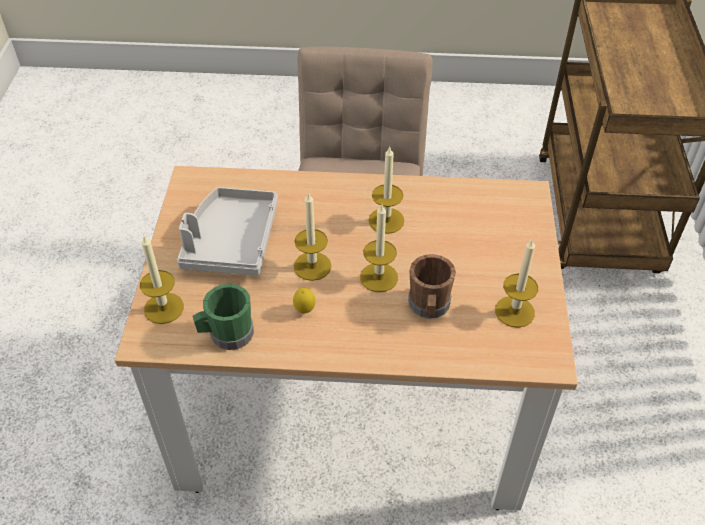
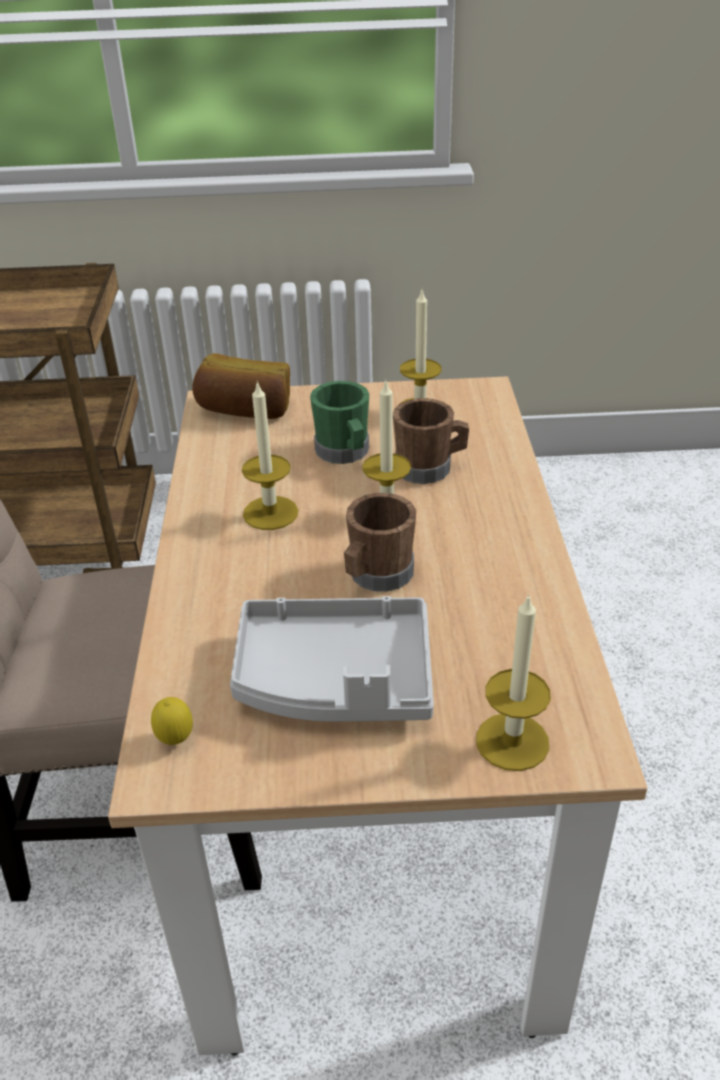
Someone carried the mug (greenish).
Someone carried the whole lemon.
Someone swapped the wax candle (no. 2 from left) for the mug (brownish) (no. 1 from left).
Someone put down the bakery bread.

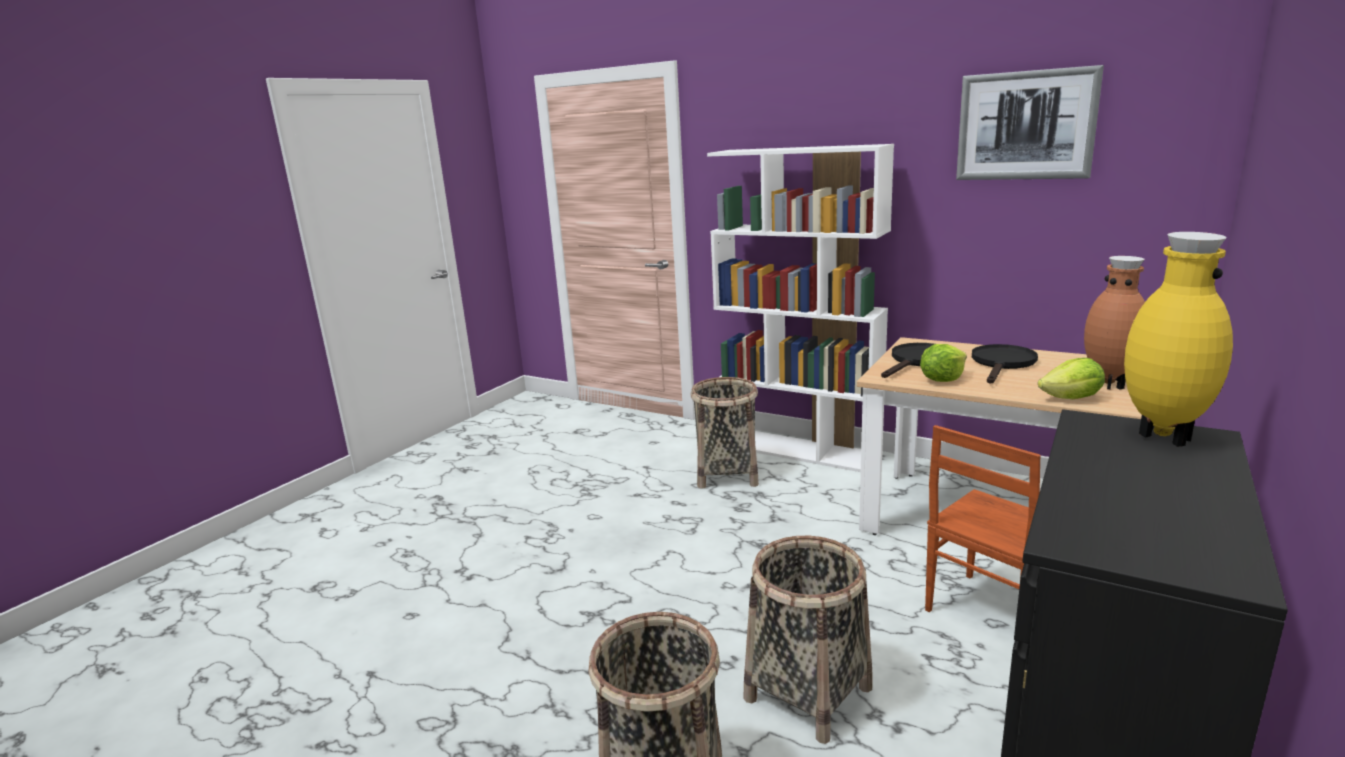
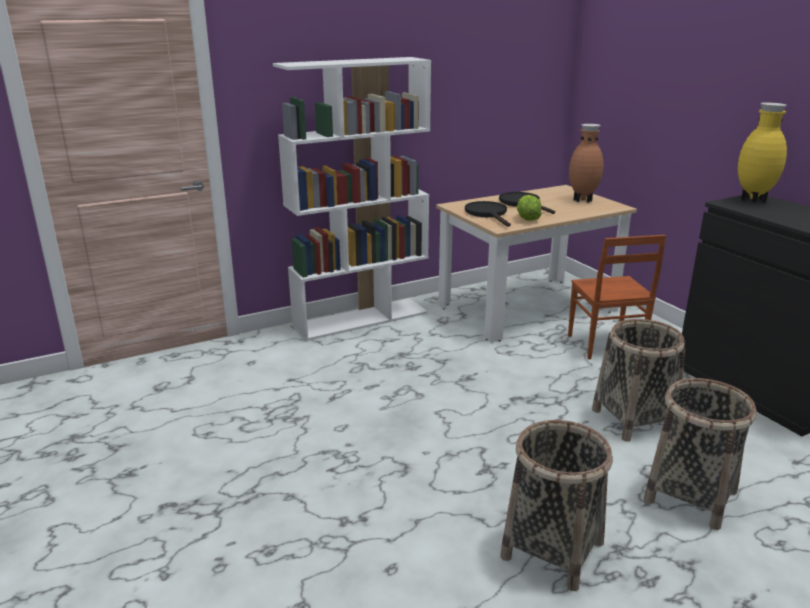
Someone carried the storage basket (no. 2 from left in the first image).
Someone took away the wall picture.
Someone took away the lettuce head (no. 2 from left).

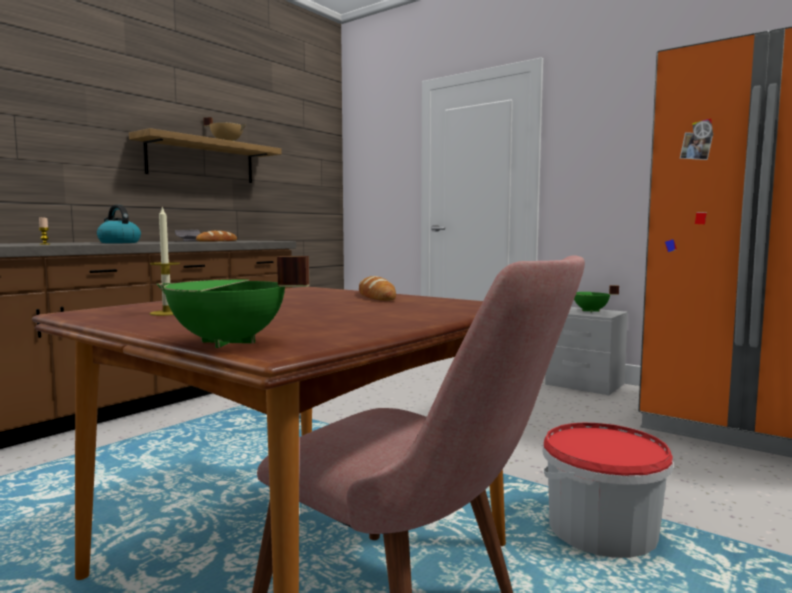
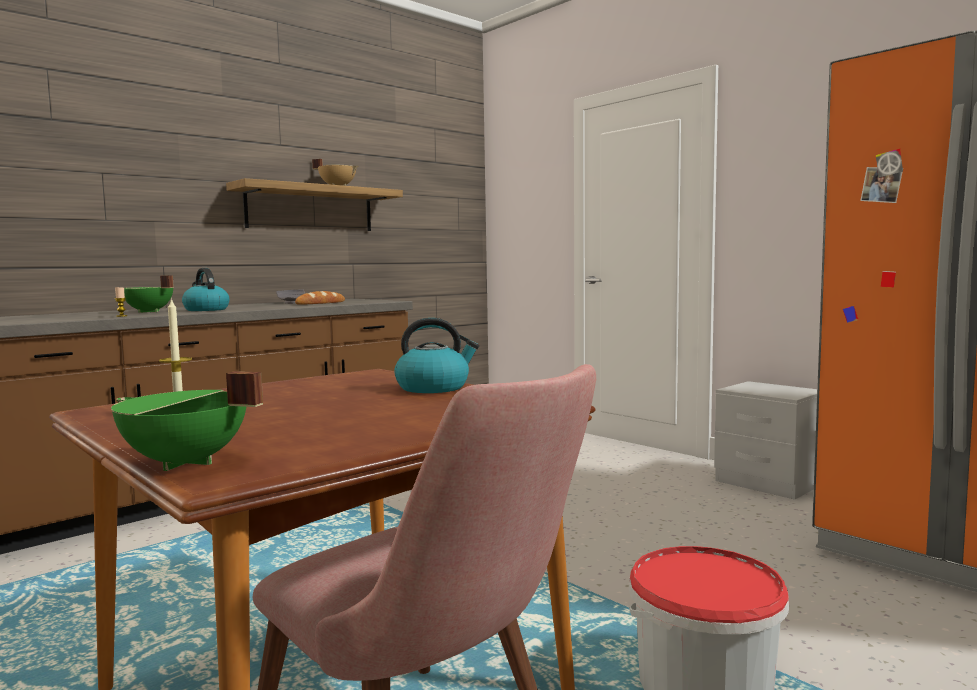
Someone swapped the bakery bread (no. 2 from left) for the water kettle (no. 2 from left).
Someone carried the stockpot (greenish) (no. 2 from left in the first image).

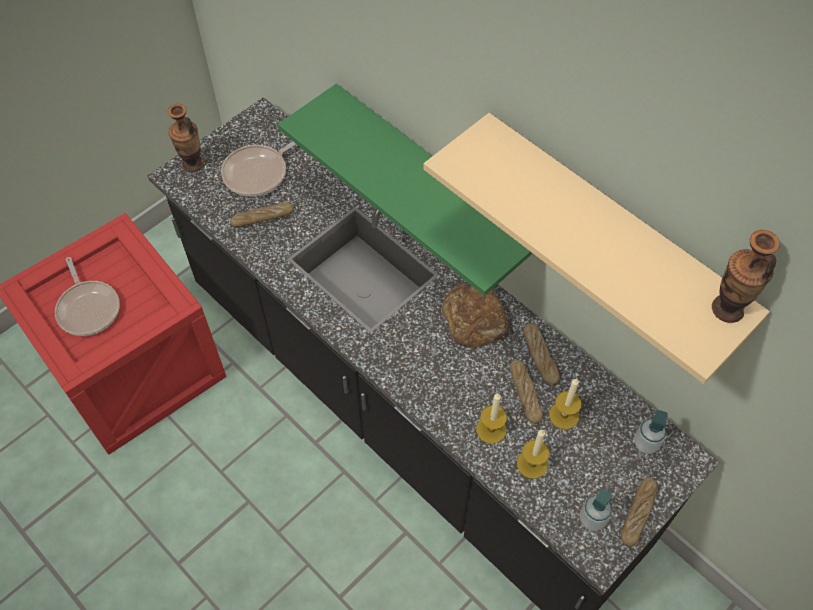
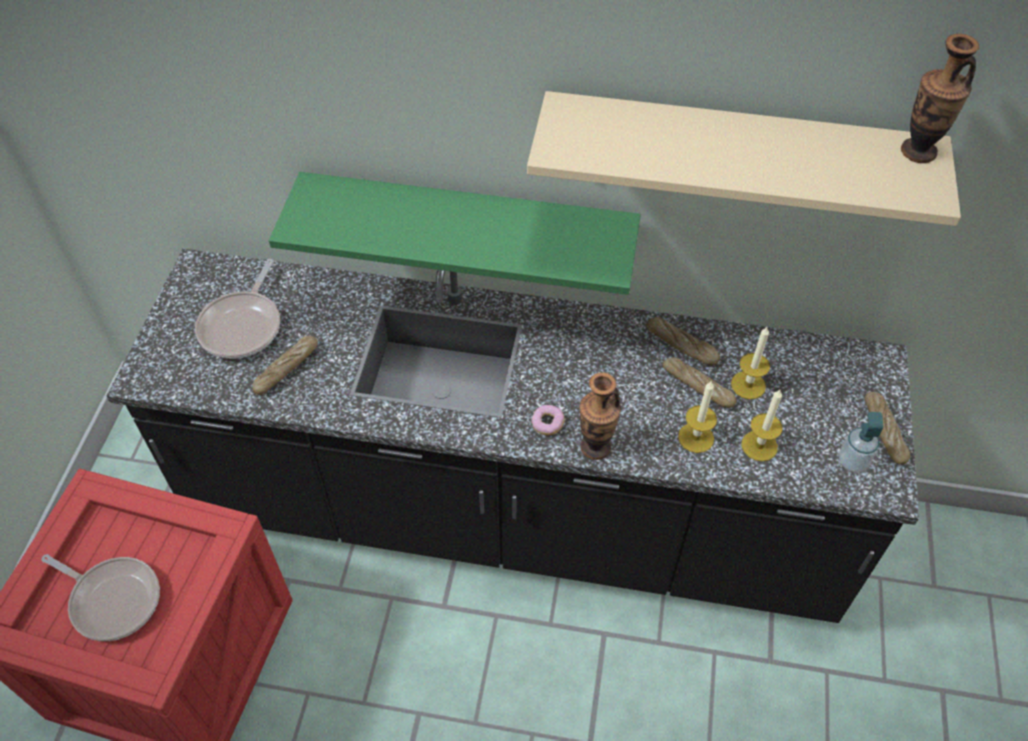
Someone carried the flower vase (no. 1 from left).
Someone took away the bakery bread (no. 2 from left).
Someone took away the liquid soap bottle (no. 2 from left).
Someone put down the ring doughnut.

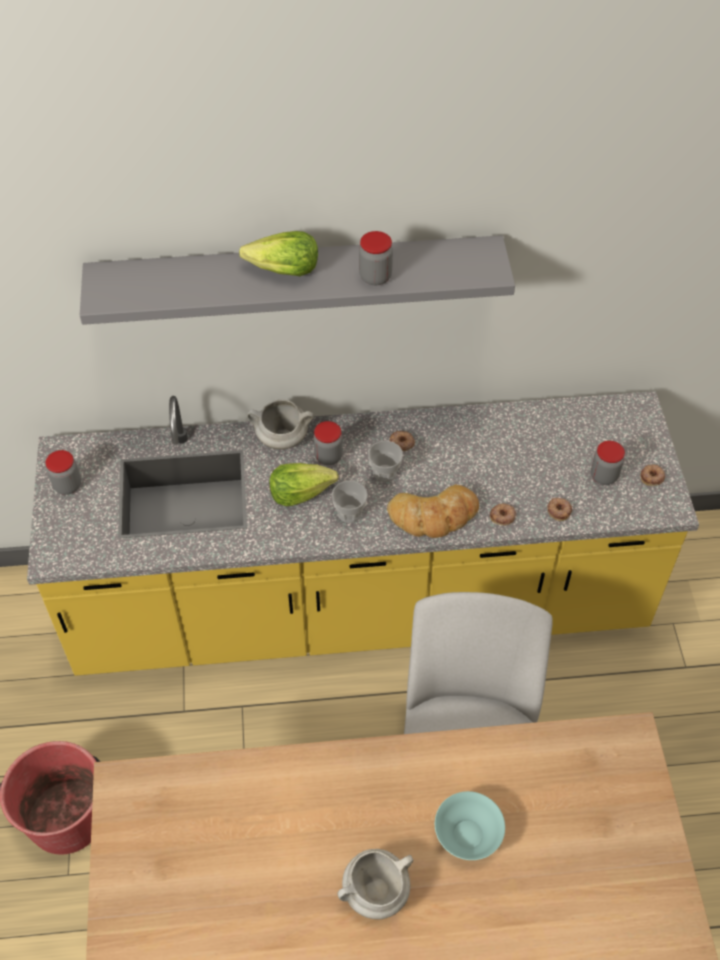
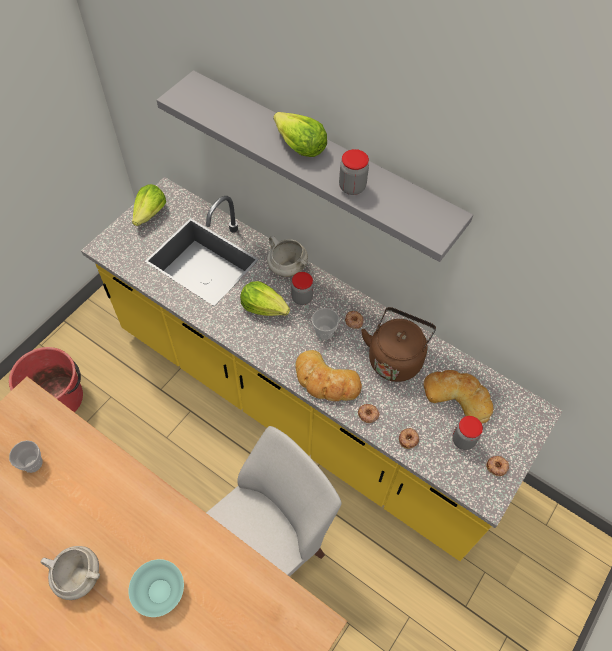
Someone swapped the storage jar (no. 1 from left) for the lettuce head (no. 1 from left).
Someone carried the cup (no. 1 from left).
Someone put down the water kettle (brownish).
Someone put down the bakery bread (no. 2 from left).

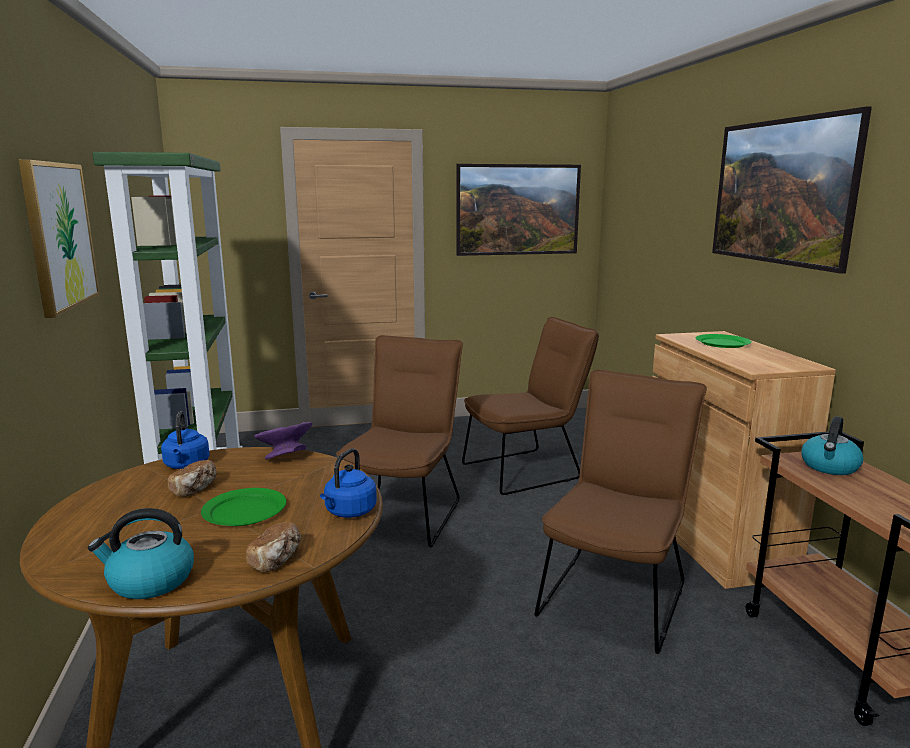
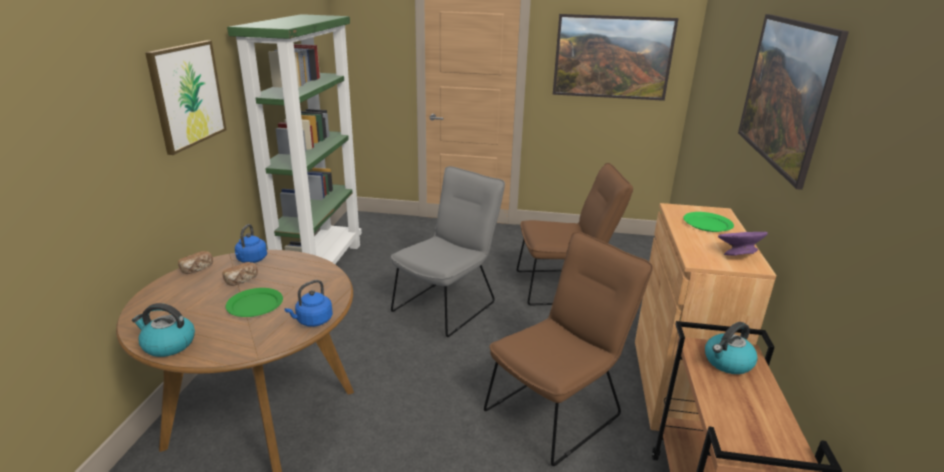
Someone carried the bakery bread (no. 2 from left in the first image).
Someone carried the serving bowl (purple-coloured).
Someone repainted the plain chair (brownish) (no. 1 from left), which became the plain chair (greyish).

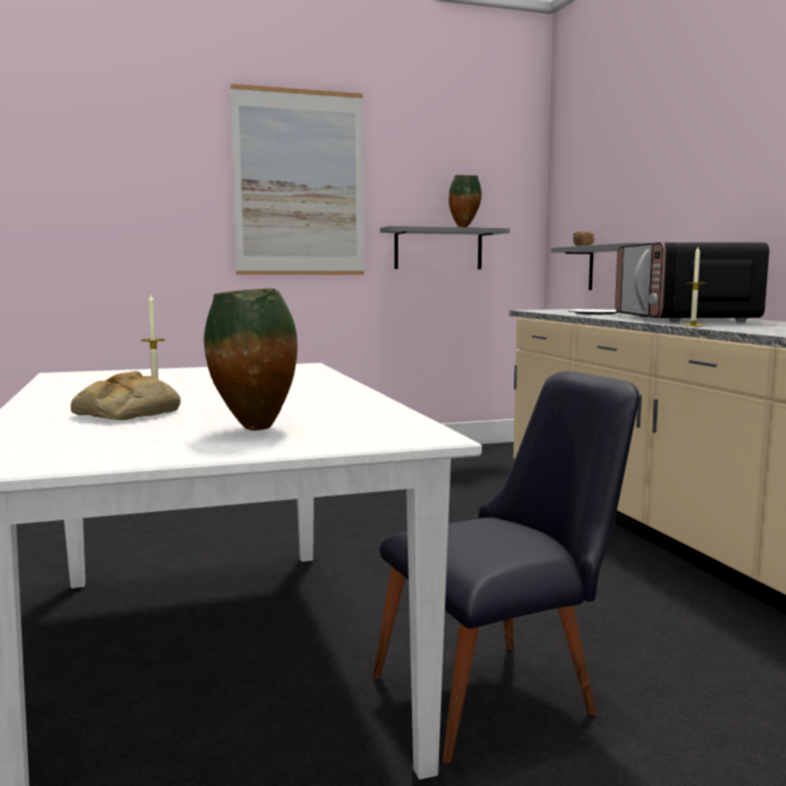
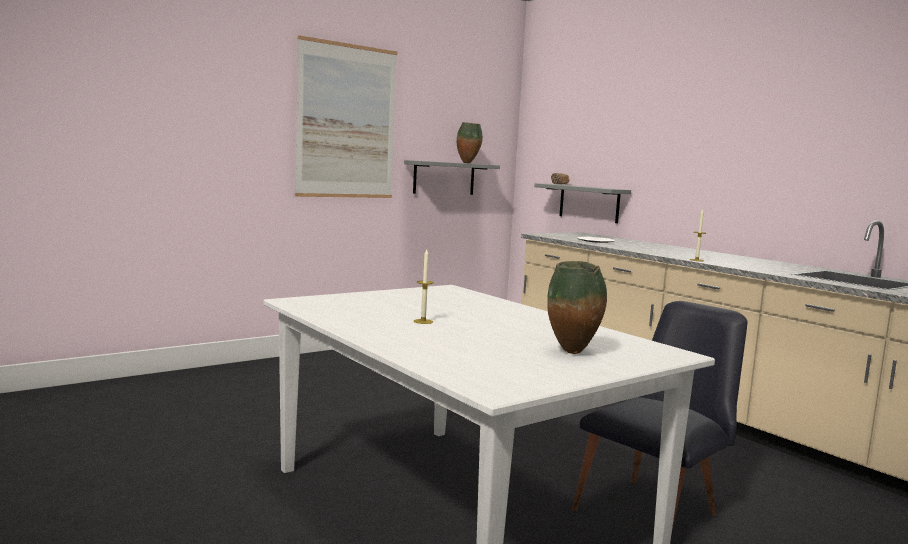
Someone took away the bakery bread (no. 1 from left).
Someone took away the microwave.

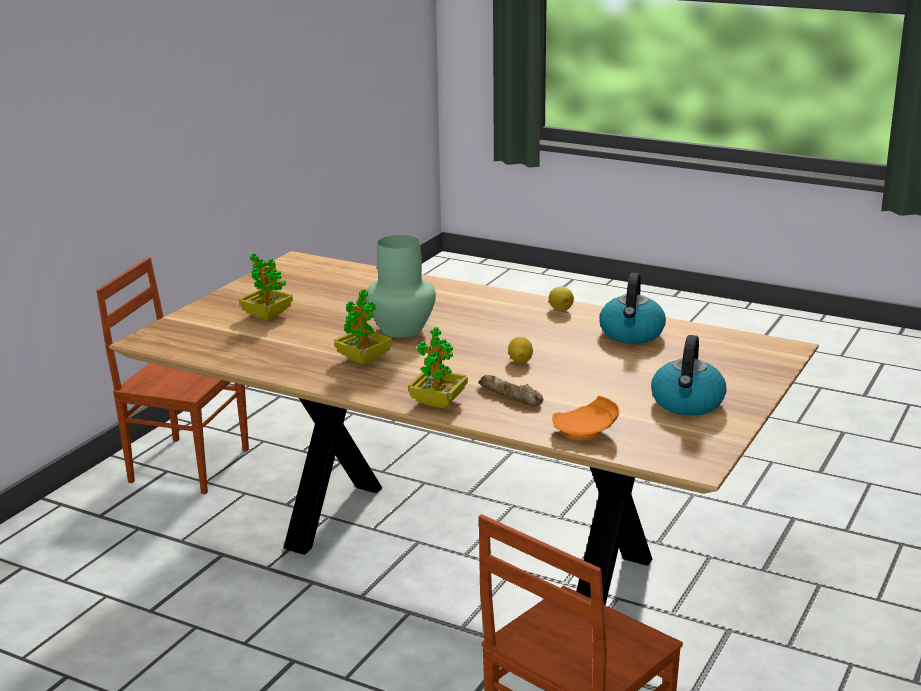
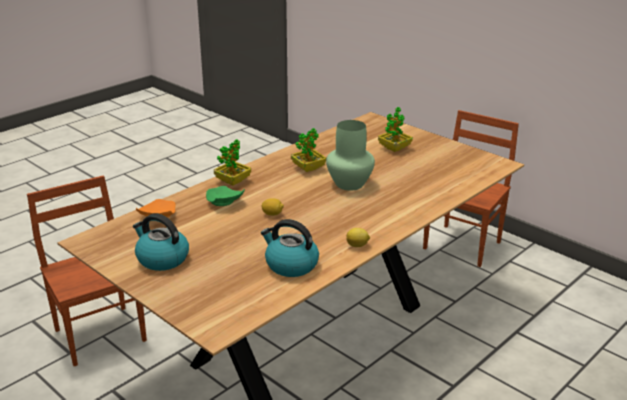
Someone swapped the bakery bread for the flat dish (greenish).

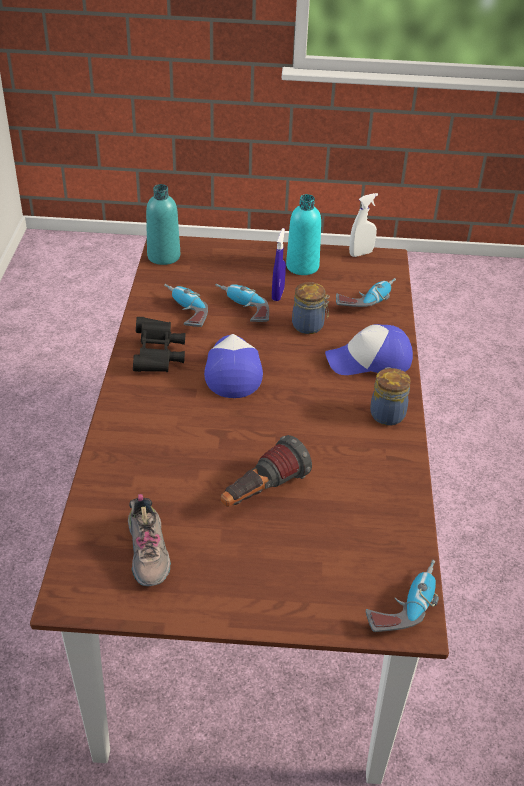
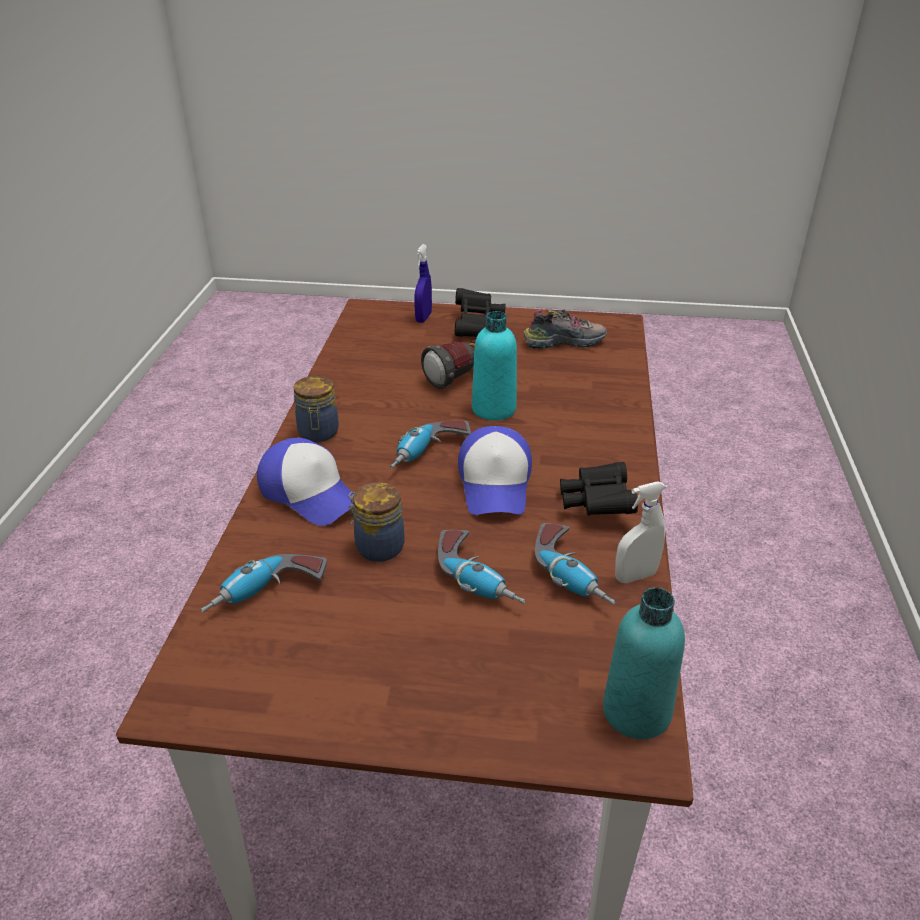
Someone rotated the item of footwear by 90 degrees clockwise.
Someone carried the sprayer (blue).
Someone carried the beverage bottle (turquoise-coloured) (no. 2 from left in the first image).
Someone rotated the peaked cap (no. 2 from left in the first image) by 45 degrees clockwise.
Someone carried the sprayer (whitish).
Someone carried the drill (no. 4 from left in the first image).
Someone put down the binoculars (black) (no. 1 from left).

